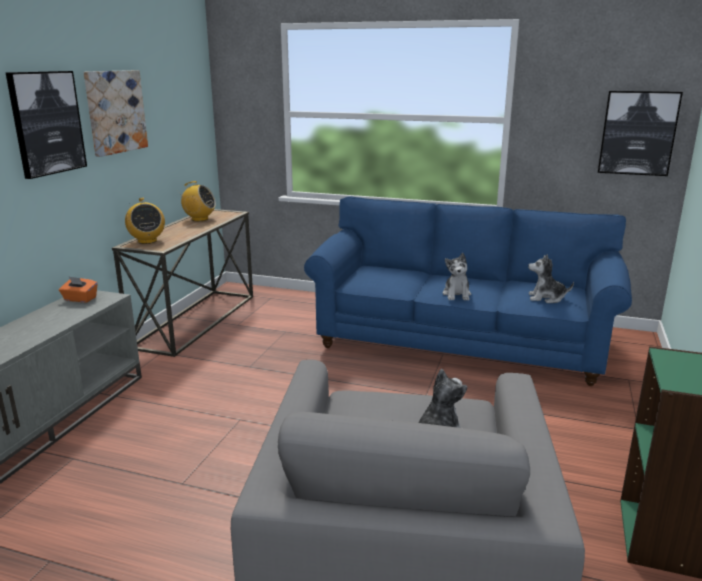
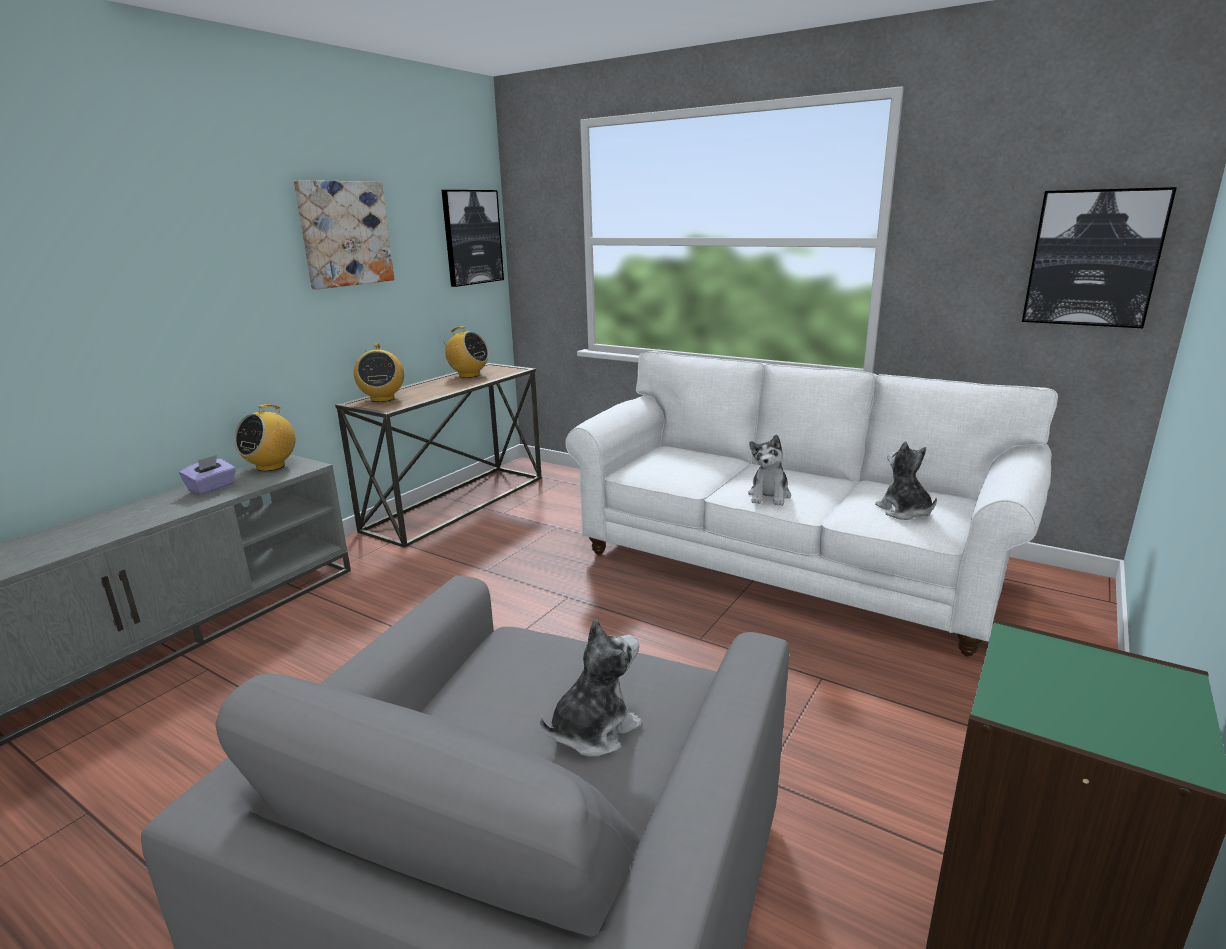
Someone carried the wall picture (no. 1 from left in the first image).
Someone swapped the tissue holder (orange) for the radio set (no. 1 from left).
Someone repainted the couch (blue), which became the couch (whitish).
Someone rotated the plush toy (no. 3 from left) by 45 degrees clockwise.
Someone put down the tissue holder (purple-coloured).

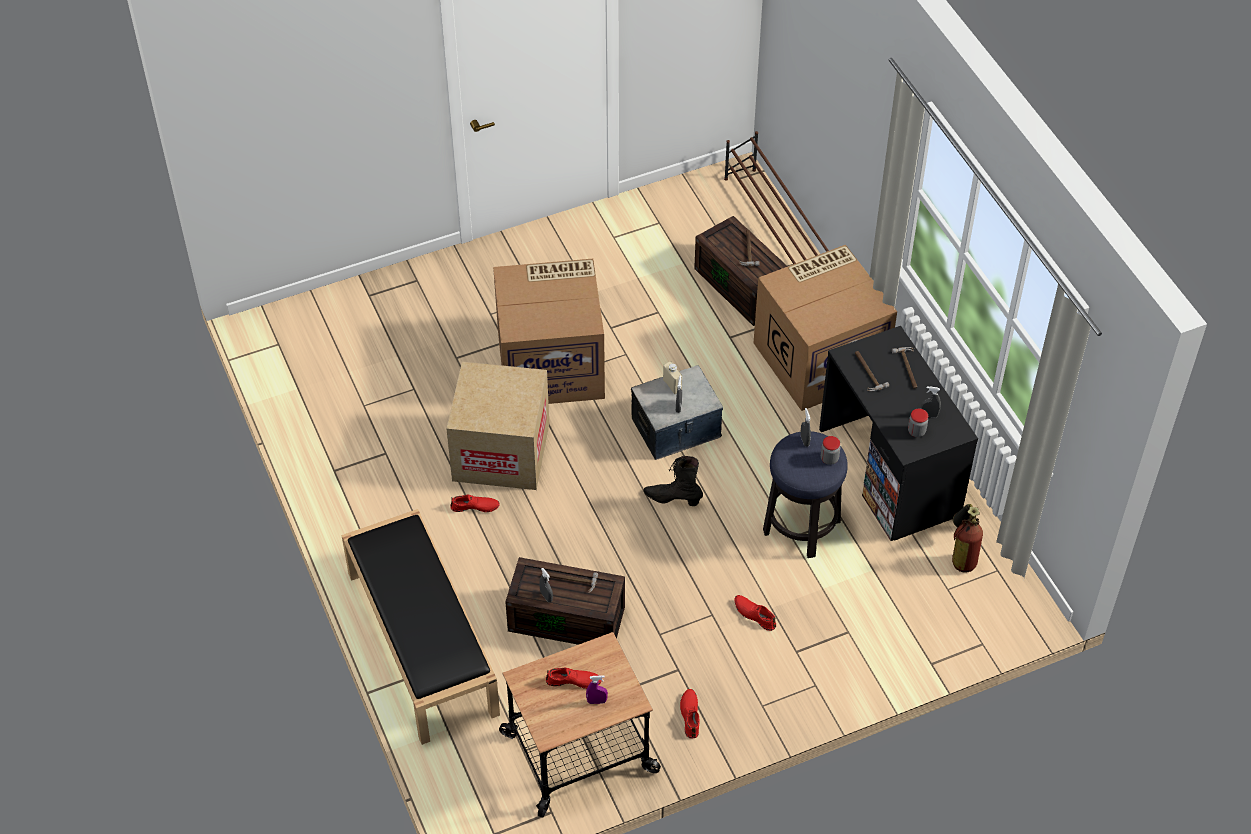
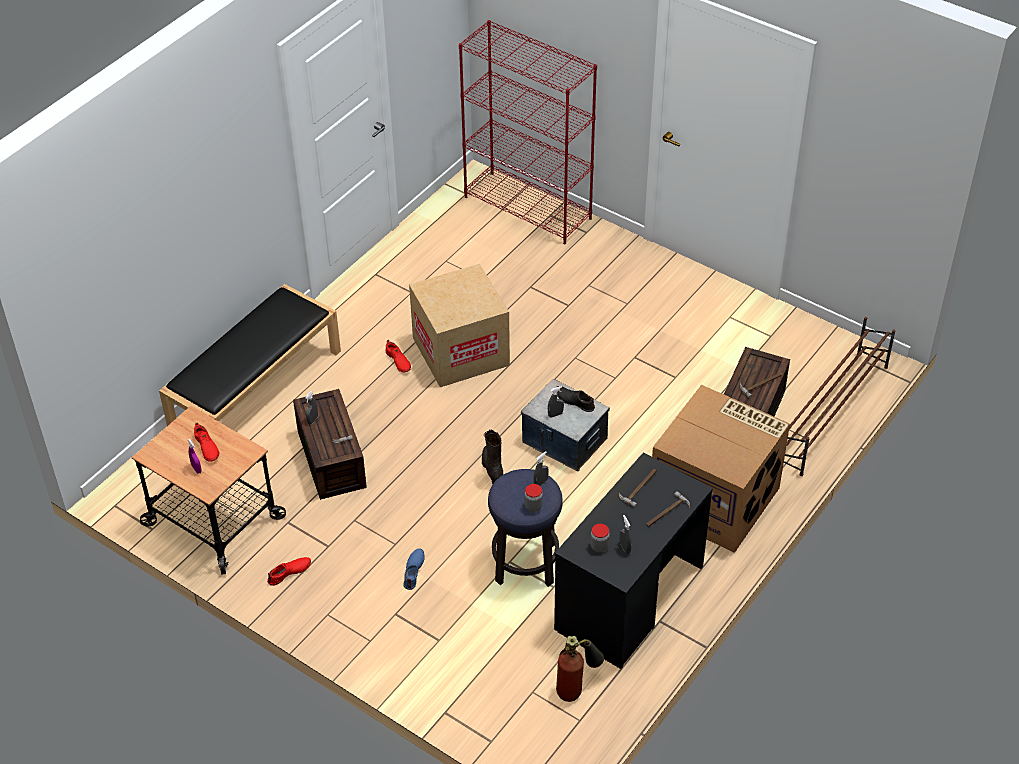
Someone took away the cardboard box (no. 2 from left).
Someone swapped the beverage bottle (beige) for the item of footwear (black).
Someone repainted the item of footwear (red) (no. 4 from left), which became the item of footwear (blue).
Someone put down the shelving unit (red).

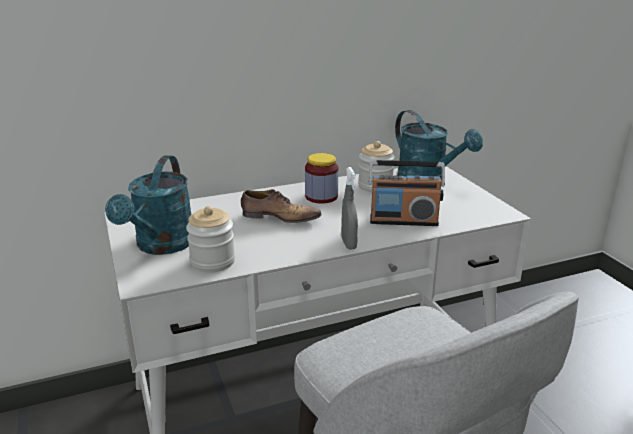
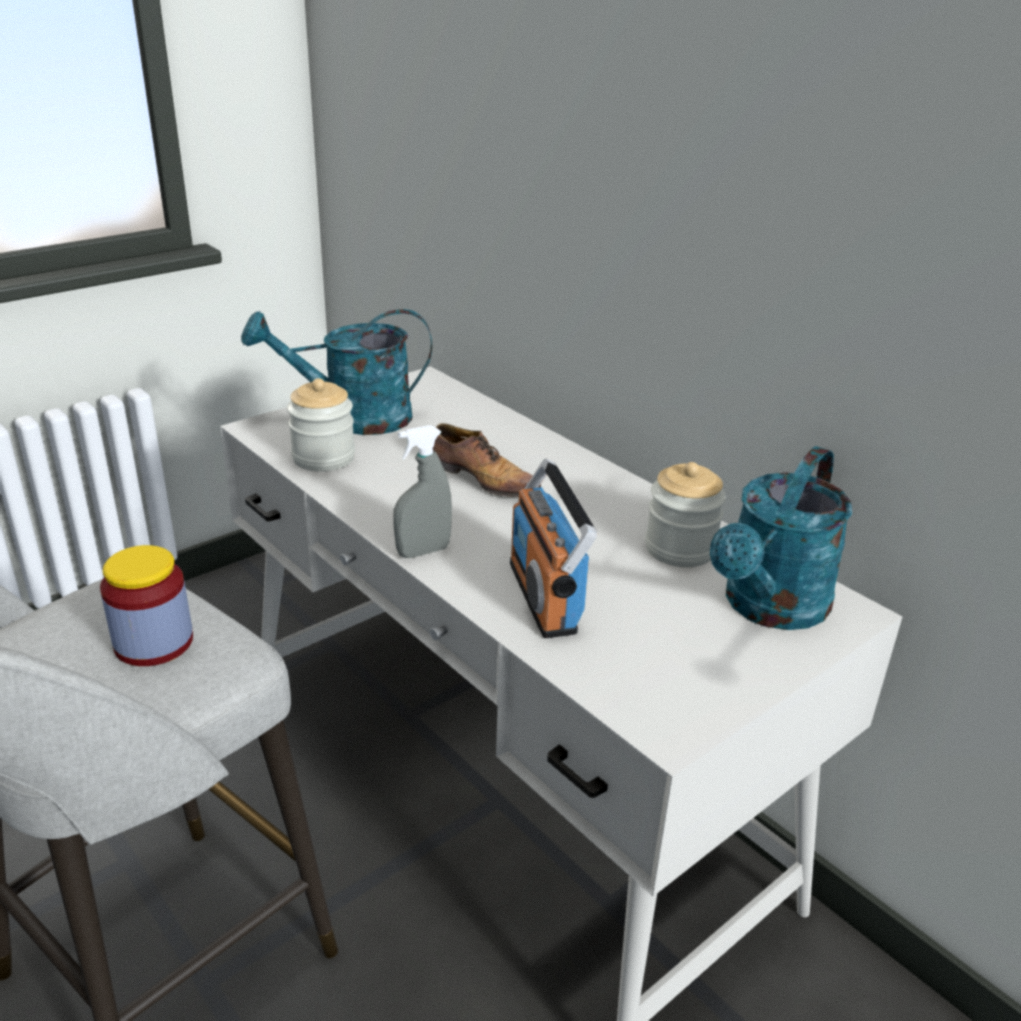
Someone rotated the item of footwear by 45 degrees counterclockwise.
Someone carried the storage jar (no. 2 from left in the first image).

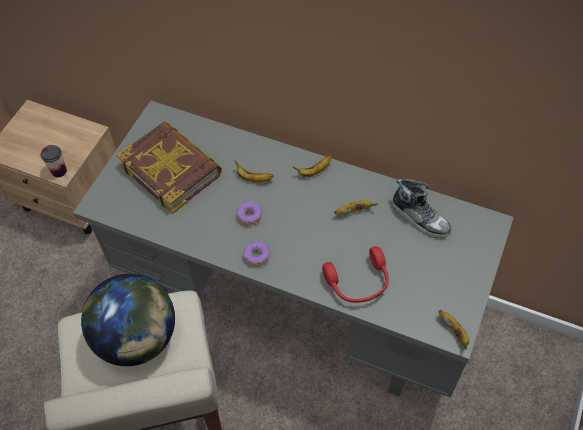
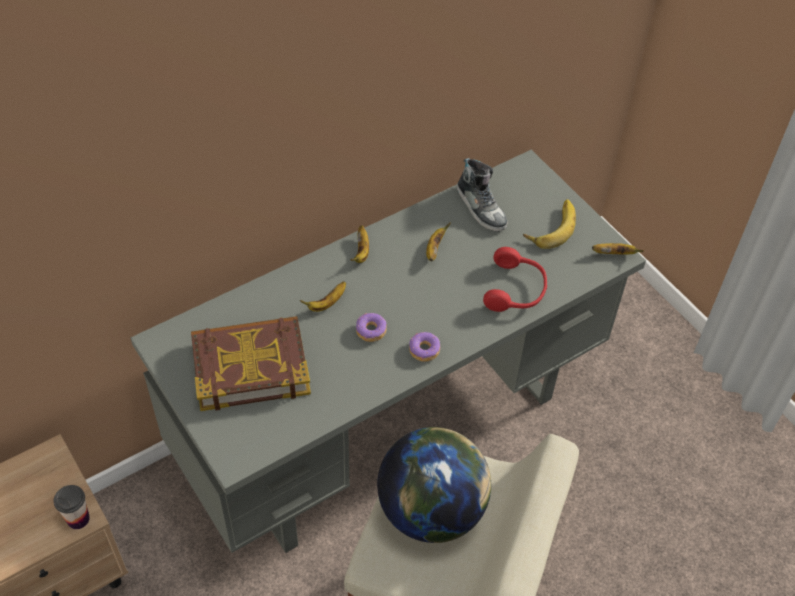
Someone rotated the item of footwear by 75 degrees clockwise.
Someone put down the banana (no. 4 from left).

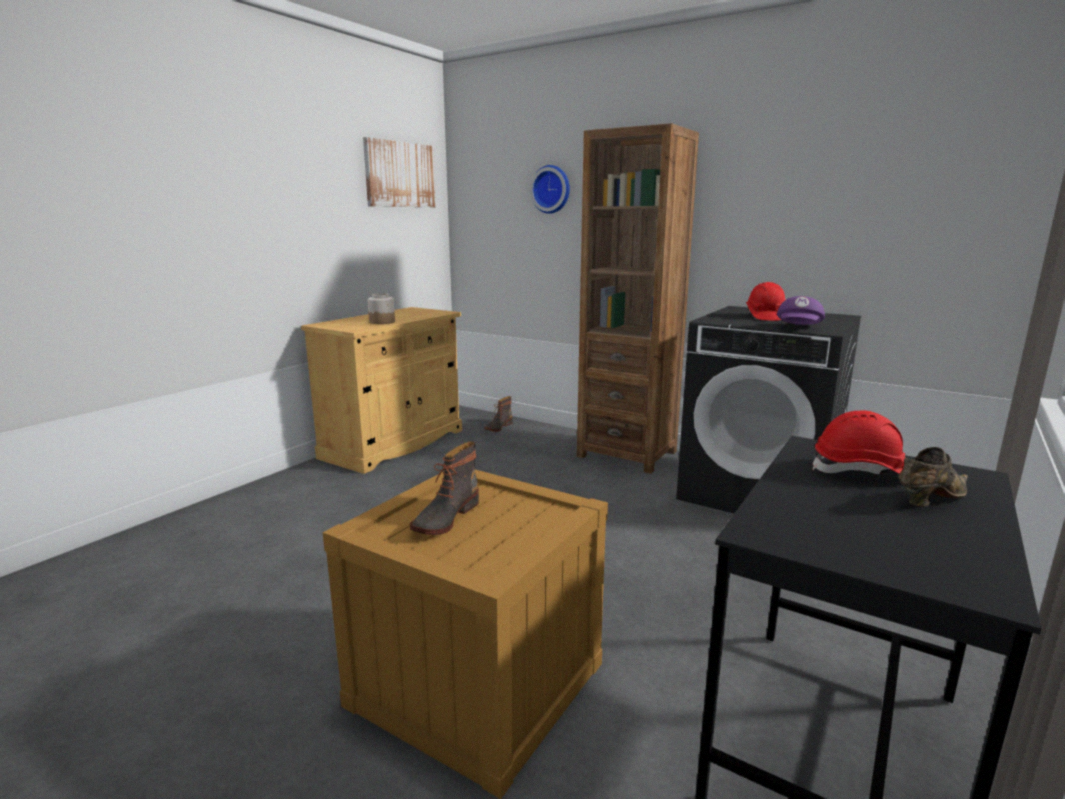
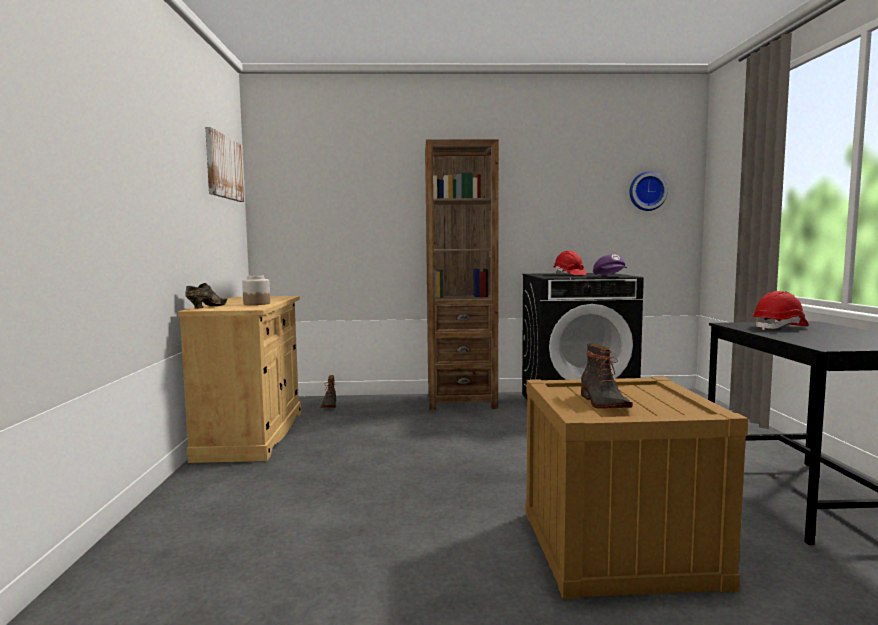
Someone carried the wall clock.
Someone carried the item of footwear (brownish).

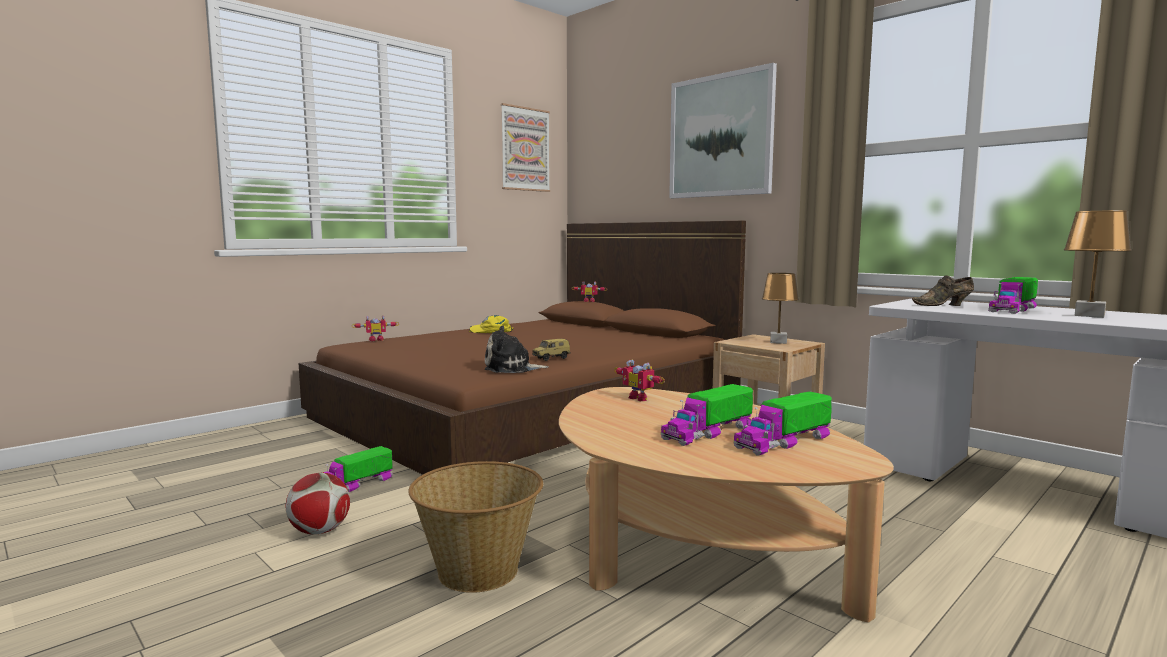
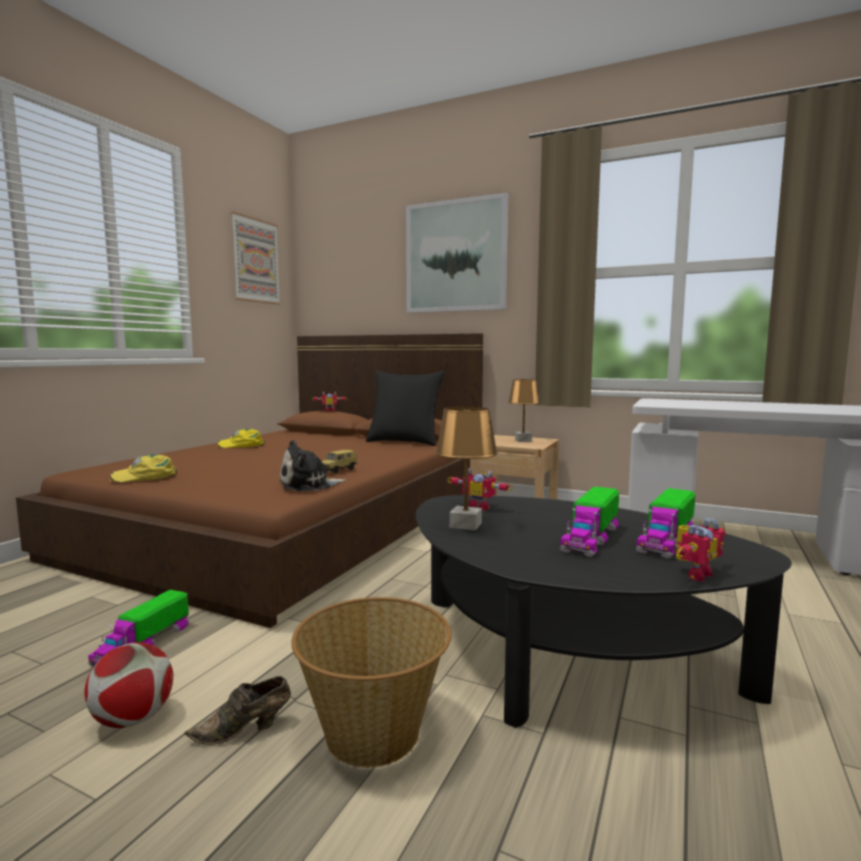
Someone carried the robot figure (no. 1 from left in the first image).
Someone repainted the lounge table (beige), which became the lounge table (black).
Someone carried the item of footwear (brownish).
Someone took away the toy truck (no. 4 from left).
Someone carried the tabletop lamp (brownish) (no. 2 from left in the first image).
Someone put down the peaked cap (yellow) (no. 1 from left).
Someone put down the pillow (black).

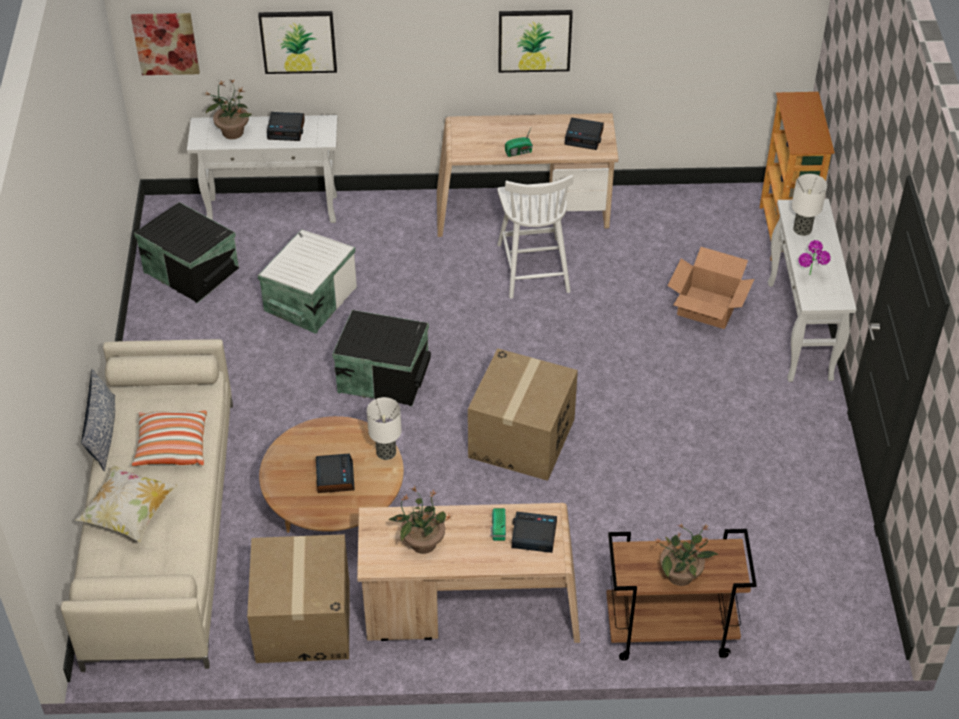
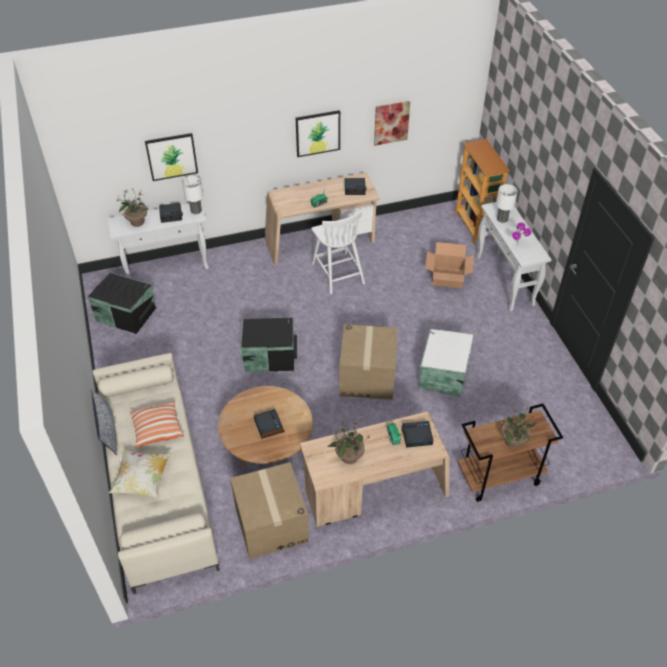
Someone carried the wall picture (no. 1 from left in the first image).
Someone carried the storage bin (whitish).
Someone carried the tabletop lamp (no. 1 from left).

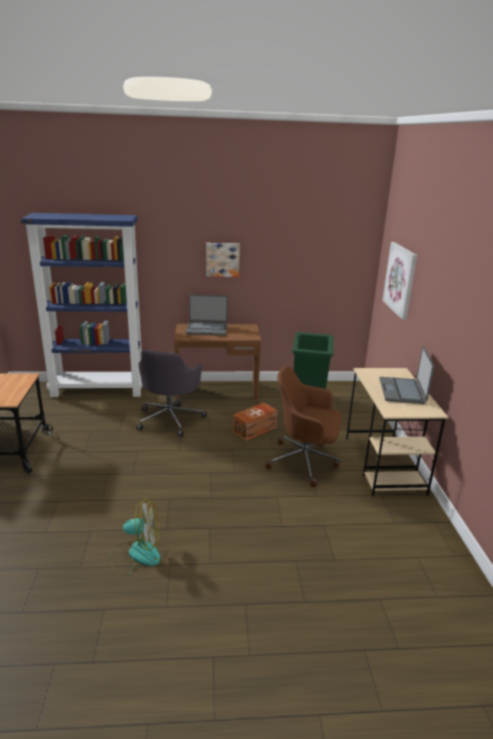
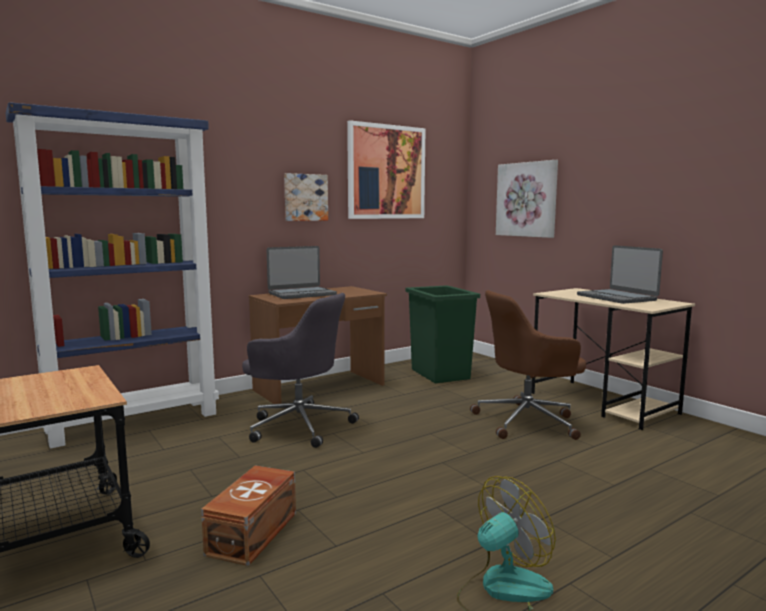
Someone rotated the office chair (greyish) by 45 degrees counterclockwise.
Someone carried the storage bin (brownish).
Someone put up the wall picture (no. 2 from left).

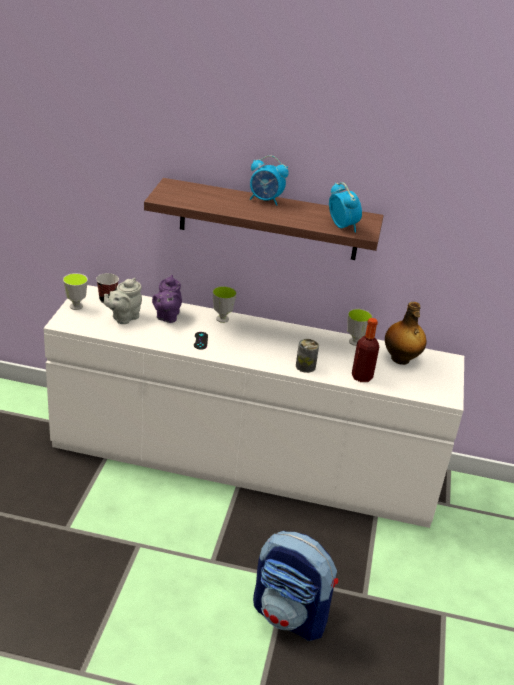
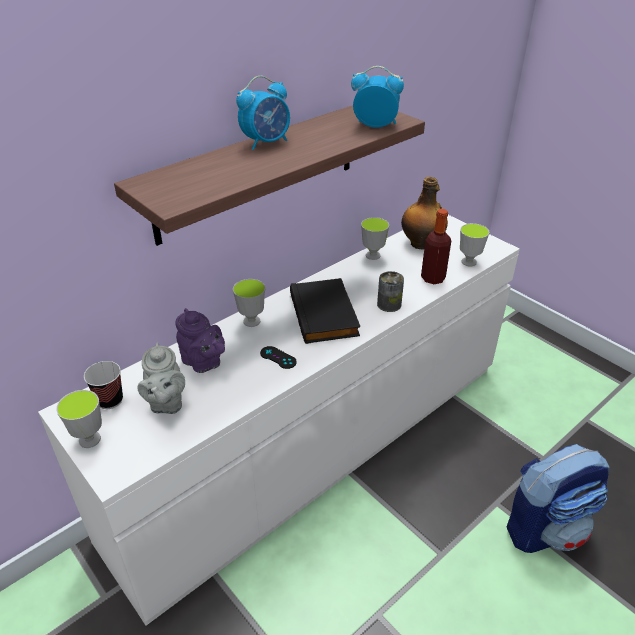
Someone put down the bound book (black).
Someone put down the cup (no. 5 from left).

